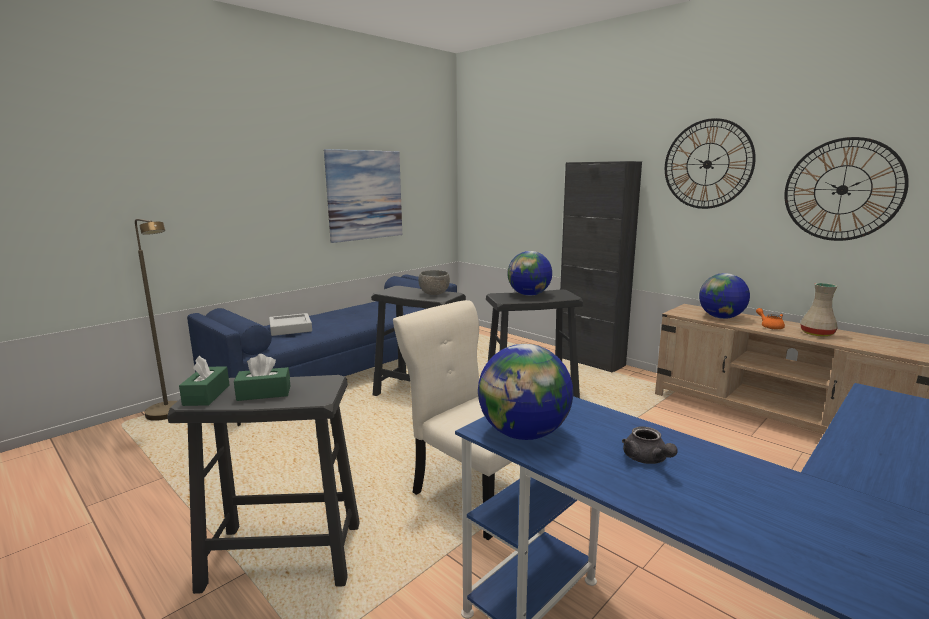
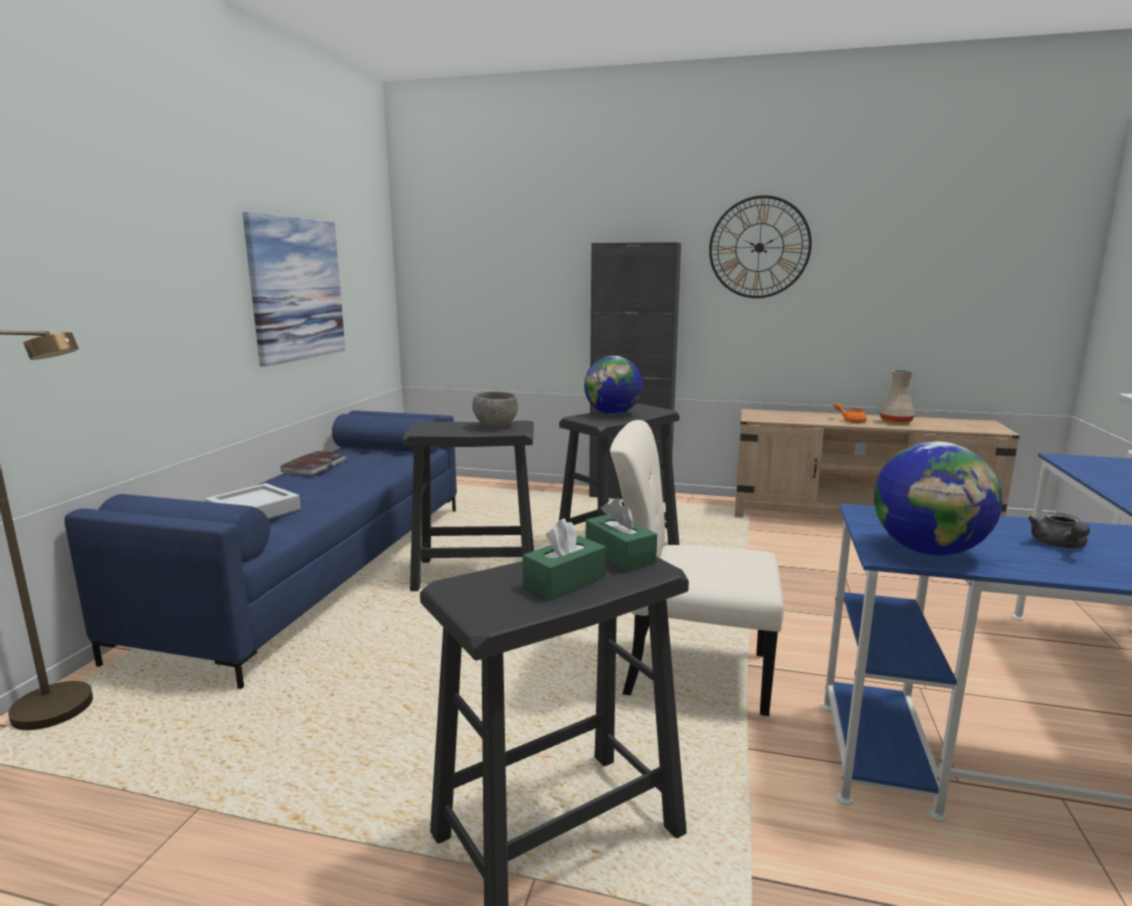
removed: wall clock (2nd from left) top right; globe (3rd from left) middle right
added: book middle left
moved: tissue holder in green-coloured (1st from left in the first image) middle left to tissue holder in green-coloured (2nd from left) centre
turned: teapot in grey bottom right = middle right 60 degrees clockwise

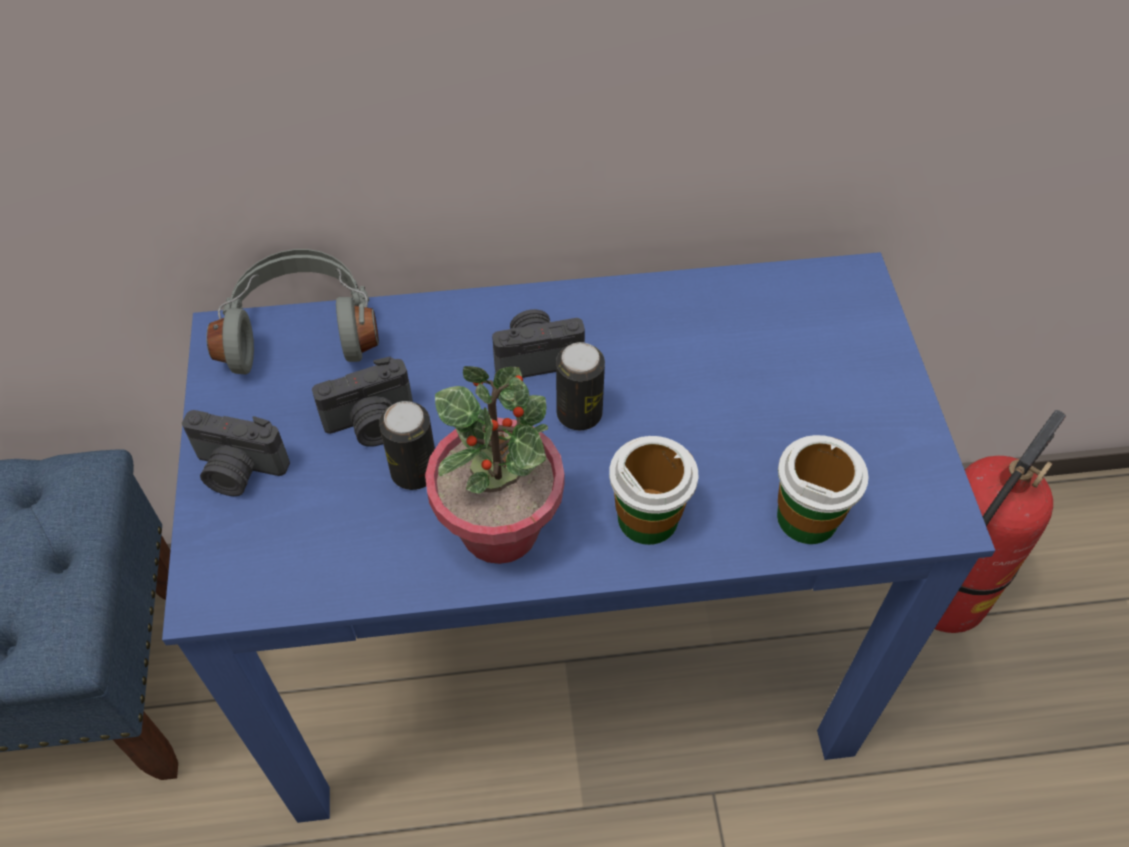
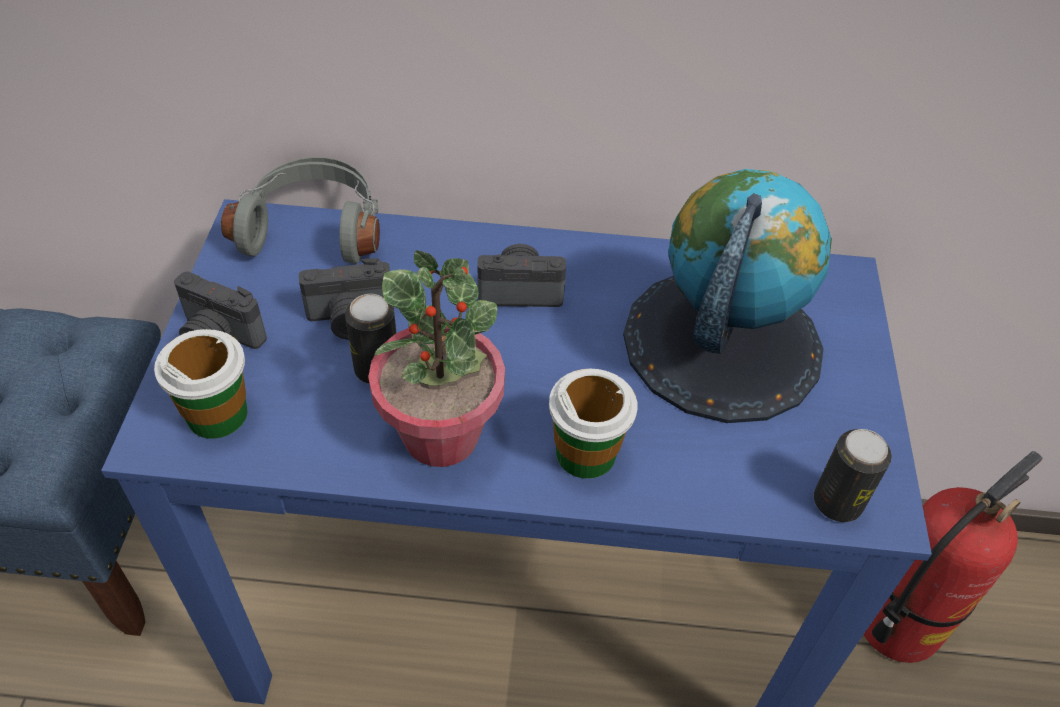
added: globe middle right
moved: metal can (2nd from left) centre to bottom right; cup (2nd from left in the first image) middle right to cup (1st from left) middle left

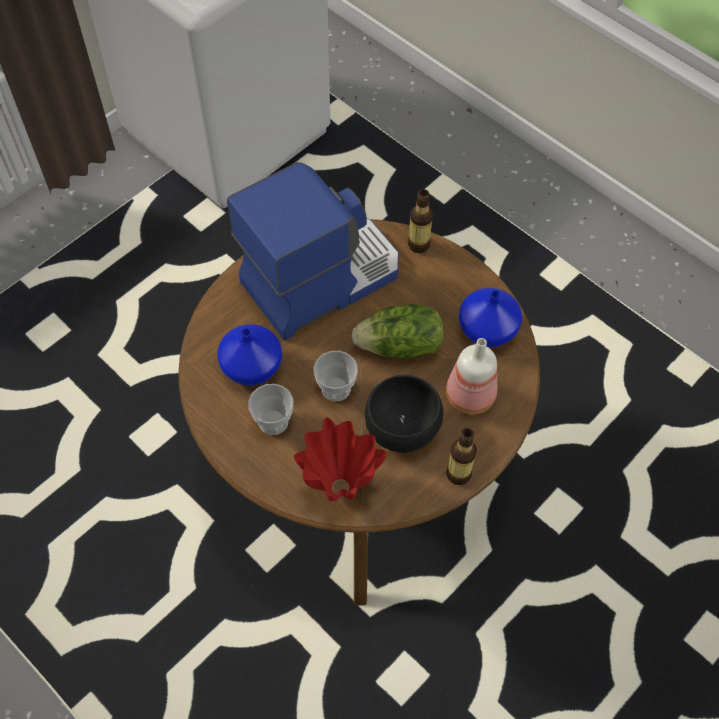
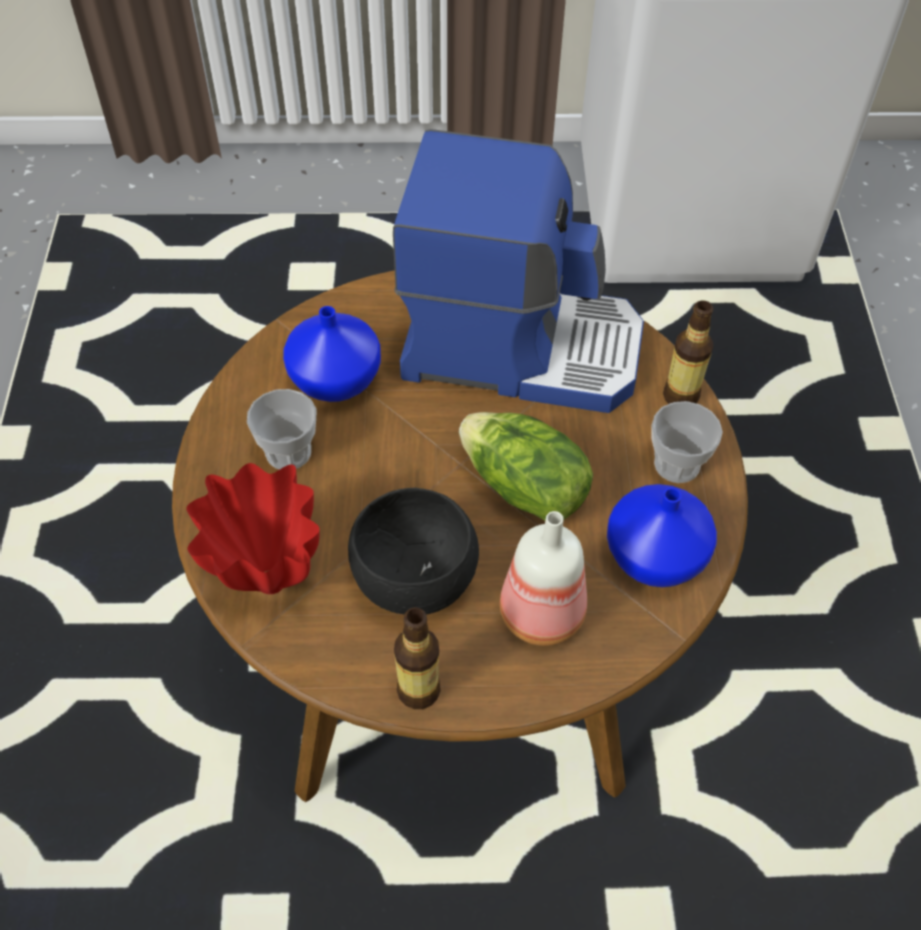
moved: cup (2nd from left) centre to middle right

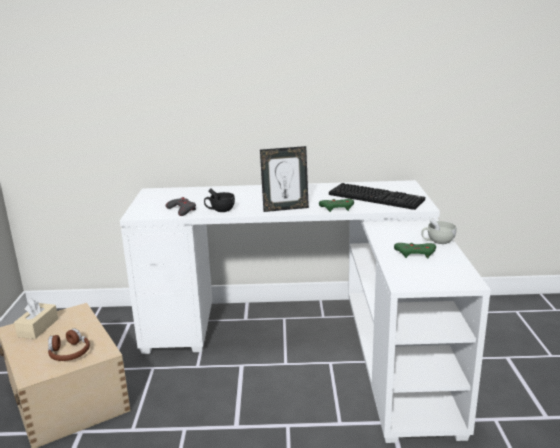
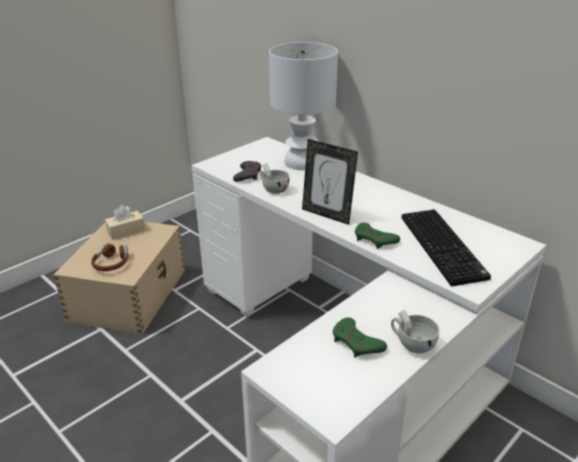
added: table lamp in whitish top centre
recoloured: cup in blackish centre to cup in whitish (1st from left) centre

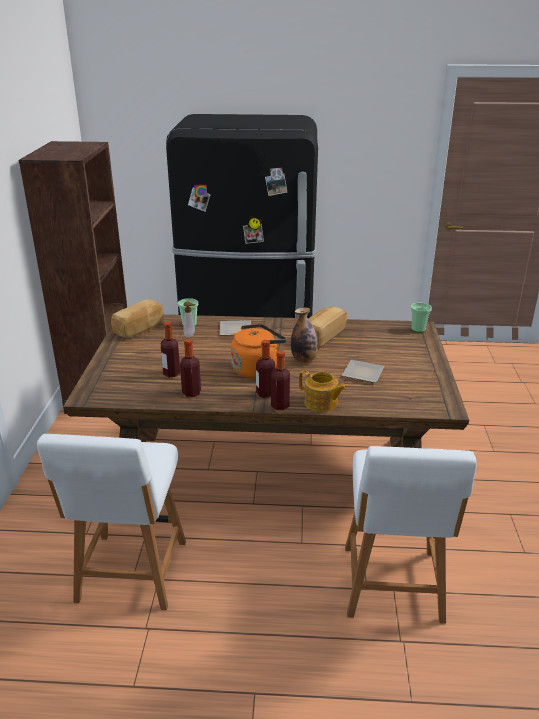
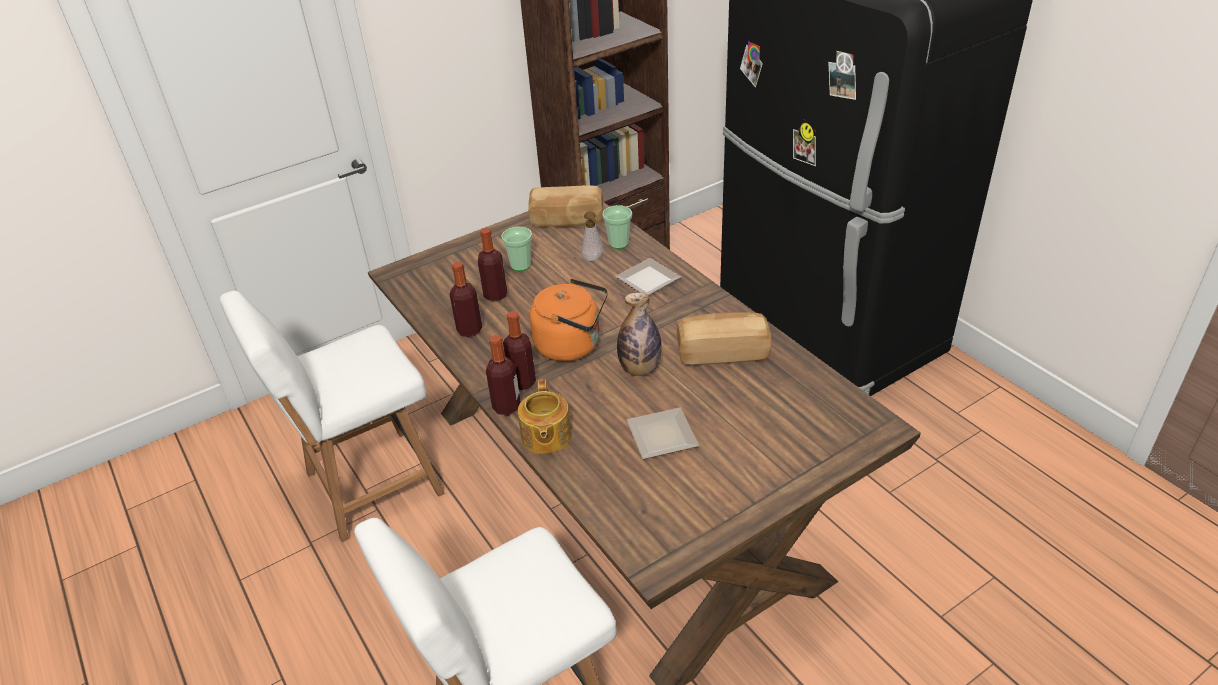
moved: cup (2nd from left in the first image) middle right to cup (1st from left) centre

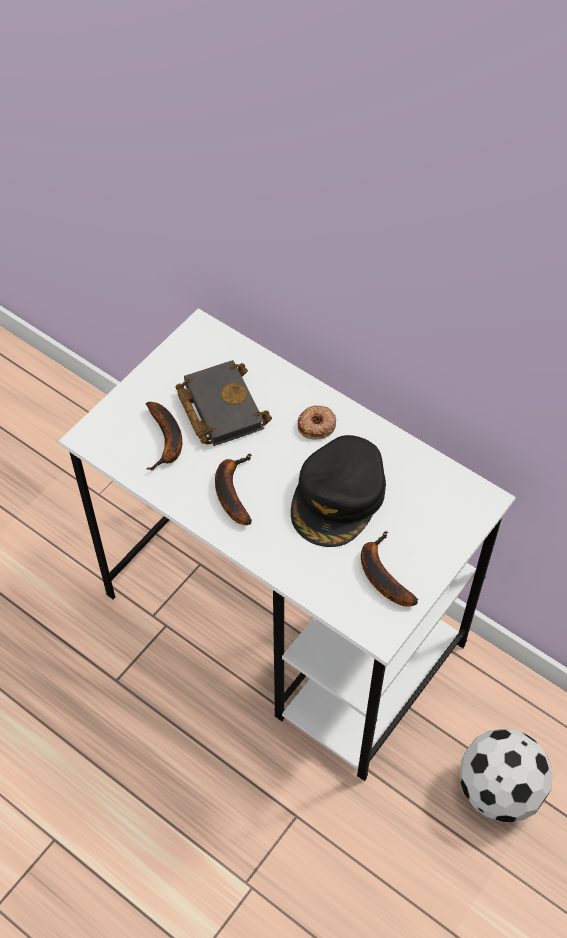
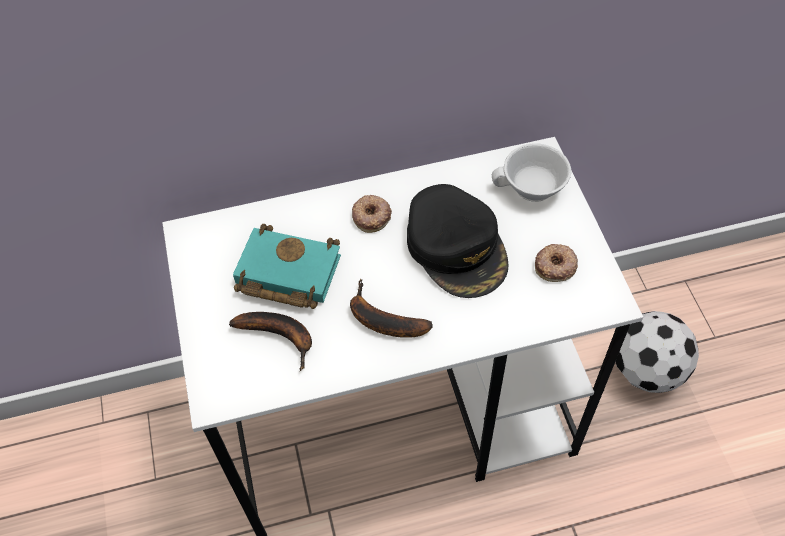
added: cup in whitish top right
replaced: banana (3rd from left) middle right to doughnut (2nd from left) middle right
recoloured: book in blackish centre to book in turquoise centre

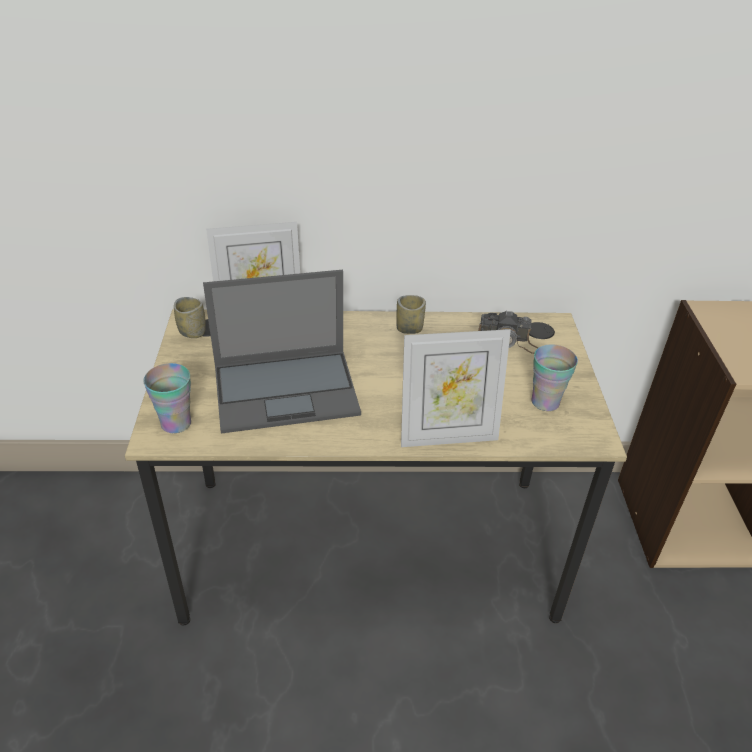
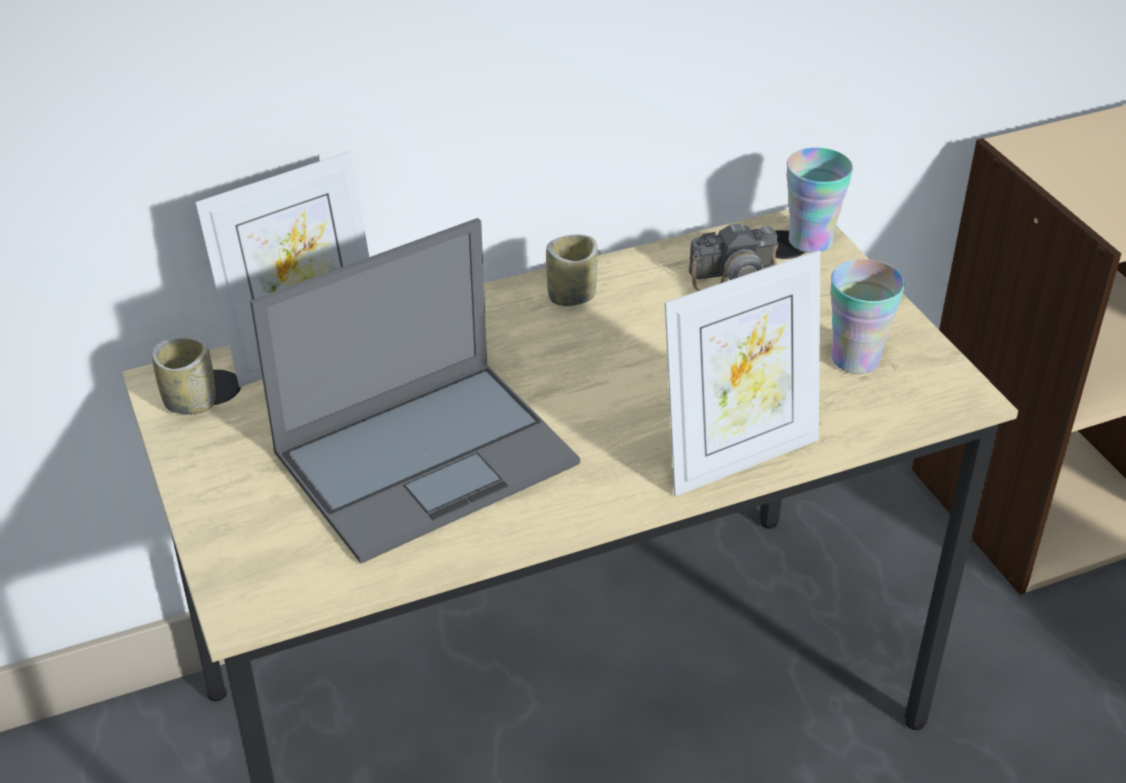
moved: cup (1st from left in the first image) middle left to cup (3rd from left) top right

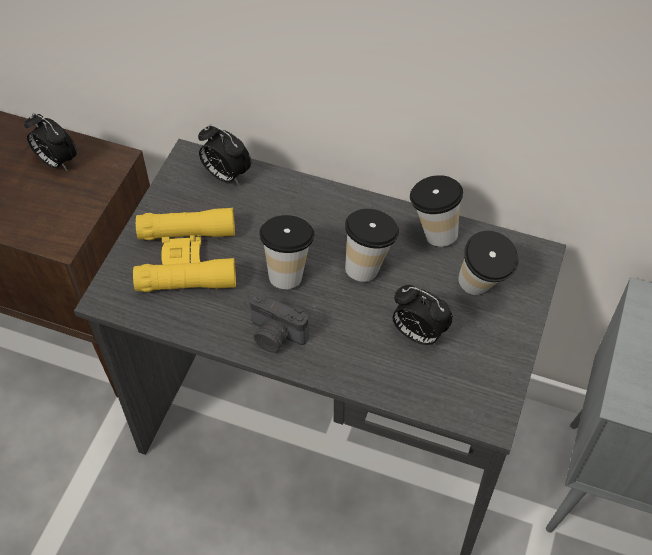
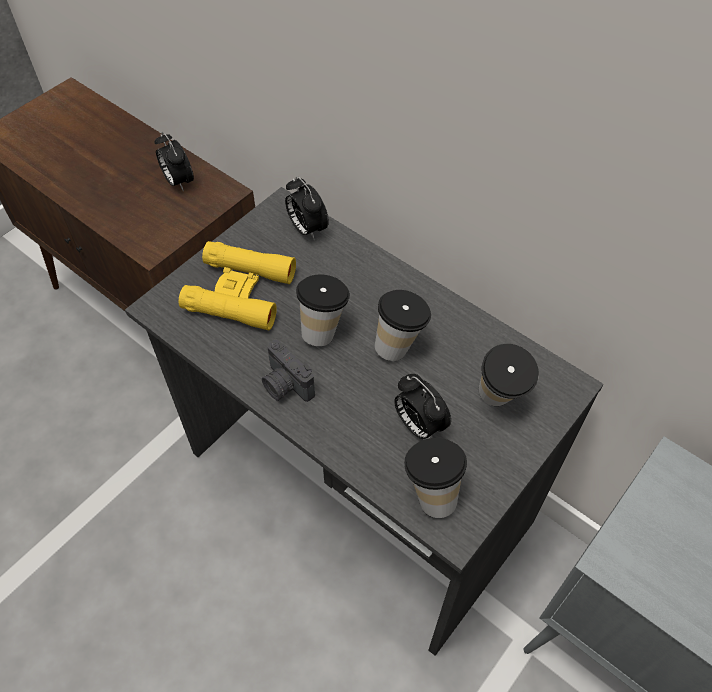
moved: cup (3rd from left) middle right to bottom centre

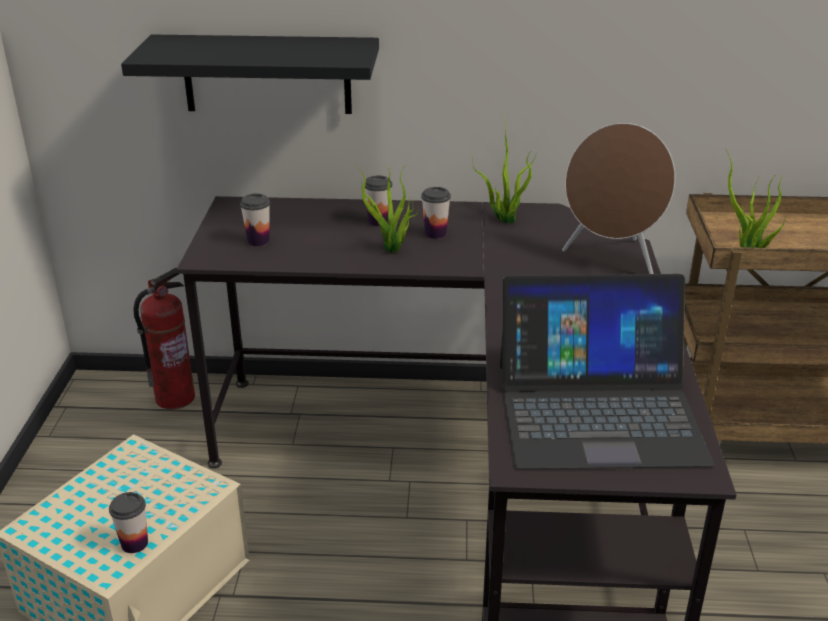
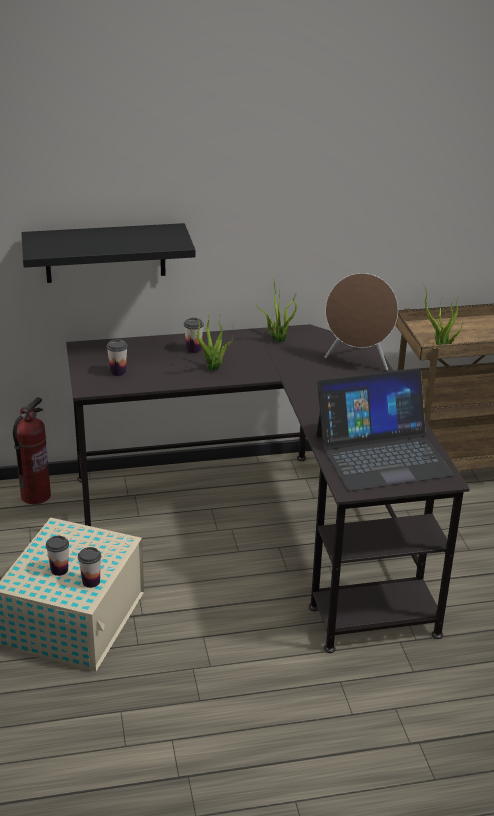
moved: cup (4th from left in the first image) centre to cup (1st from left) bottom left

